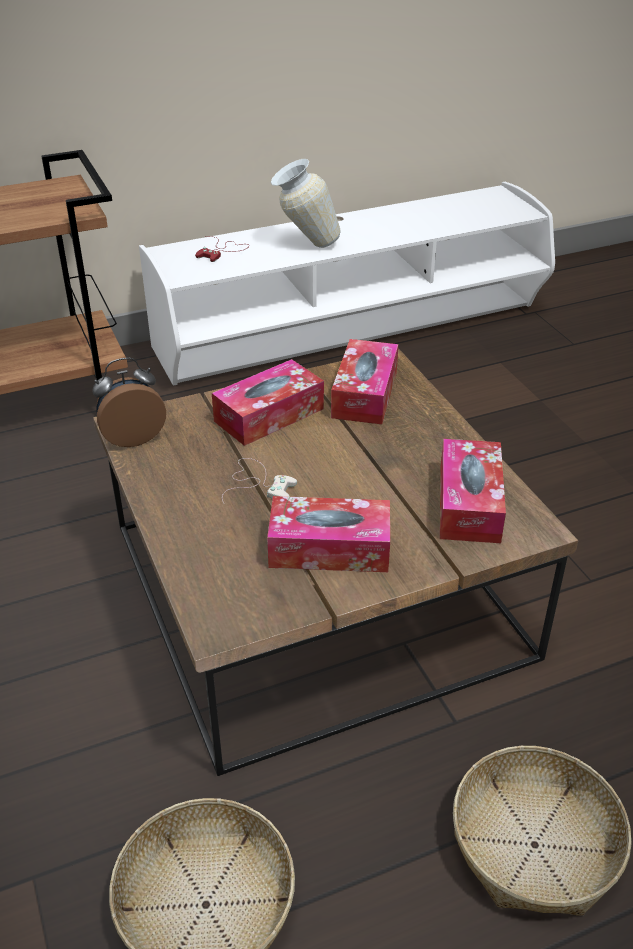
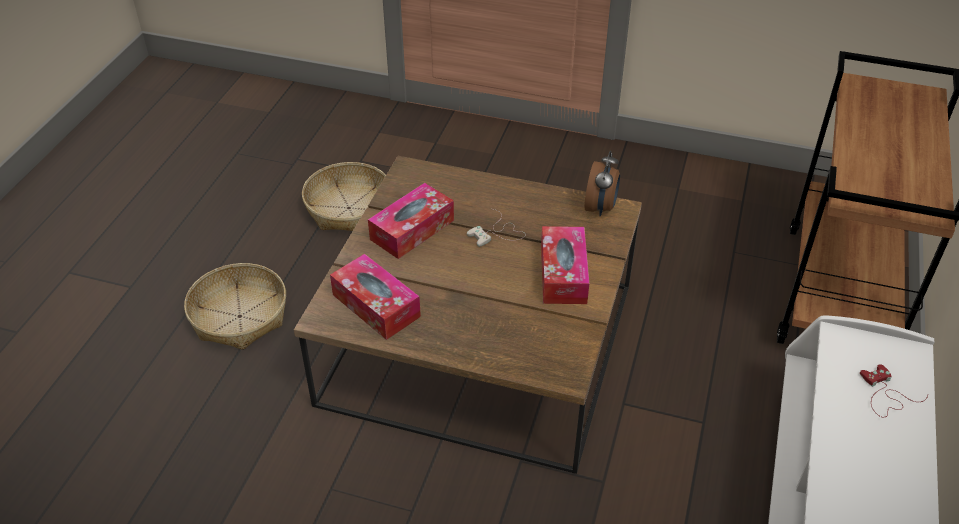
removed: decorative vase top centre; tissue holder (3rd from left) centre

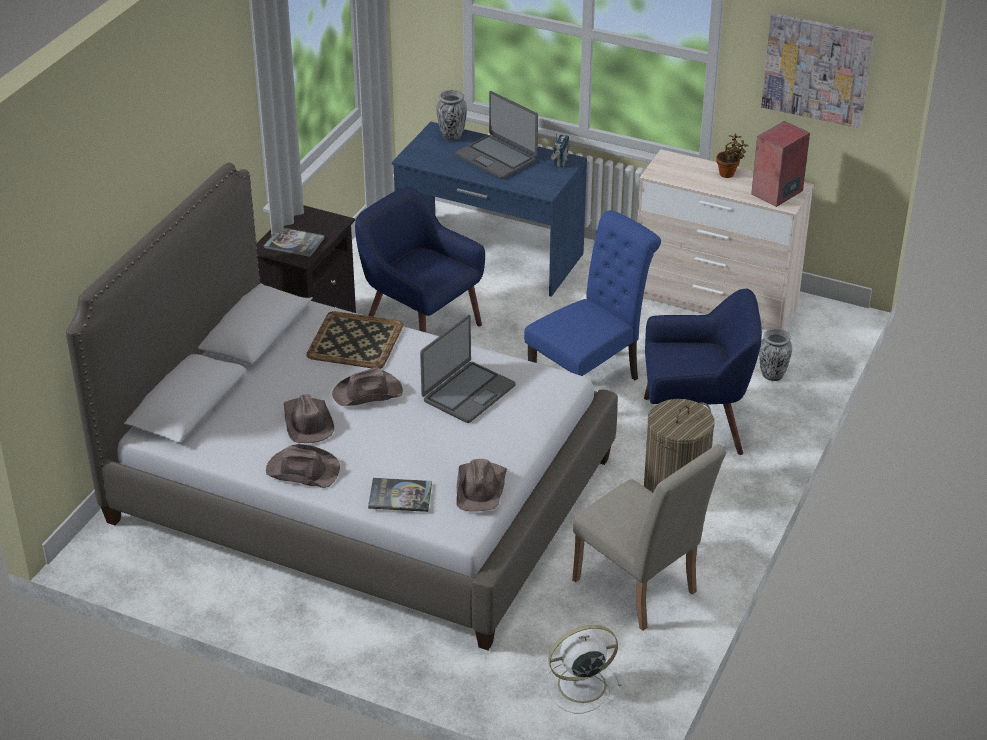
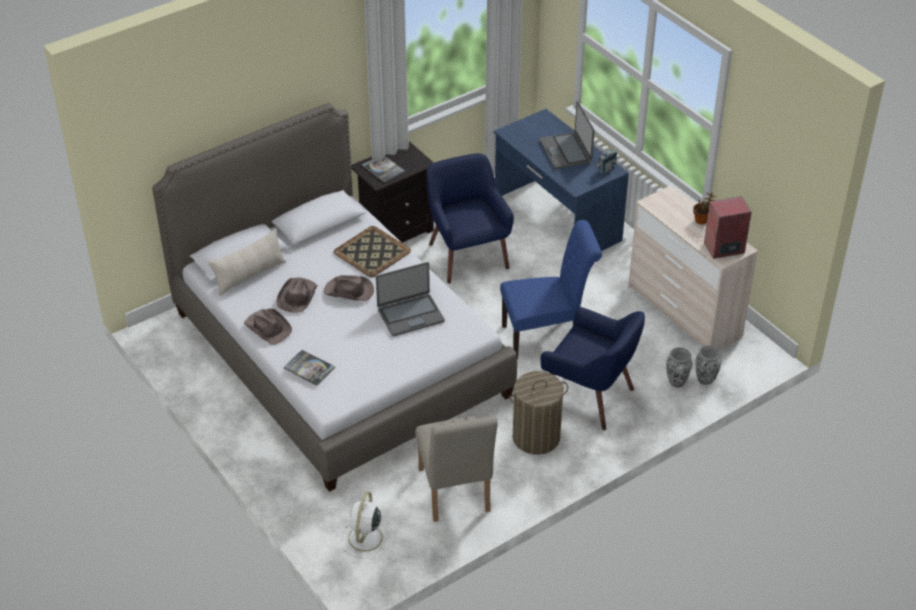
removed: wall art top right; clothing hat in brown (4th from left) centre
added: throw pillow in beige-coloured middle left
moved: decorative vase (1st from left in the first image) top centre to decorative vase (2nd from left) middle right
turned: cooling fan in whitish bottom centre = bottom centre 90 degrees counterclockwise

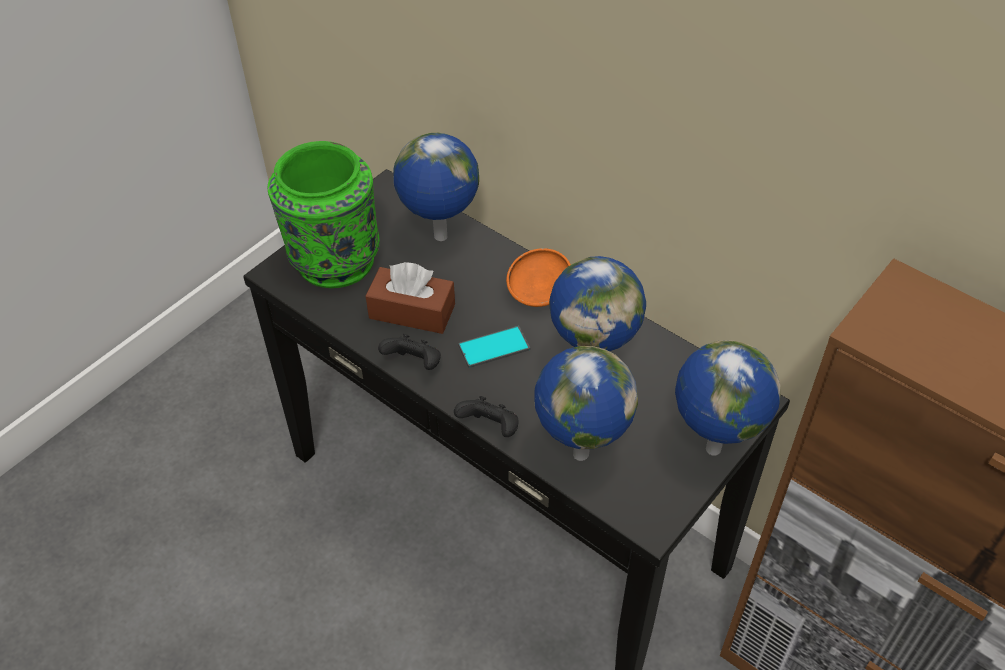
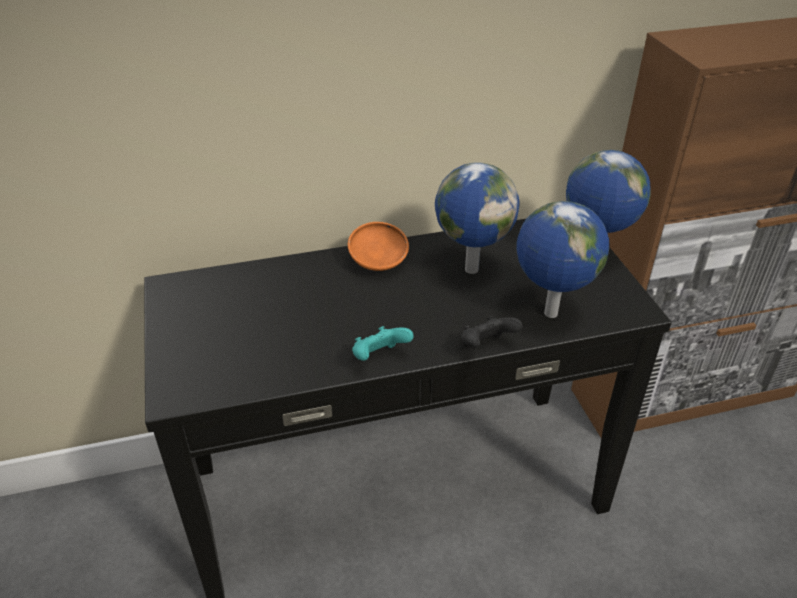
removed: globe (1st from left) top centre; decorative vase in green-coloured top left; tissue holder in brown centre; handset centre
recoloured: joypad in blackish (1st from left) centre to joypad in turquoise centre

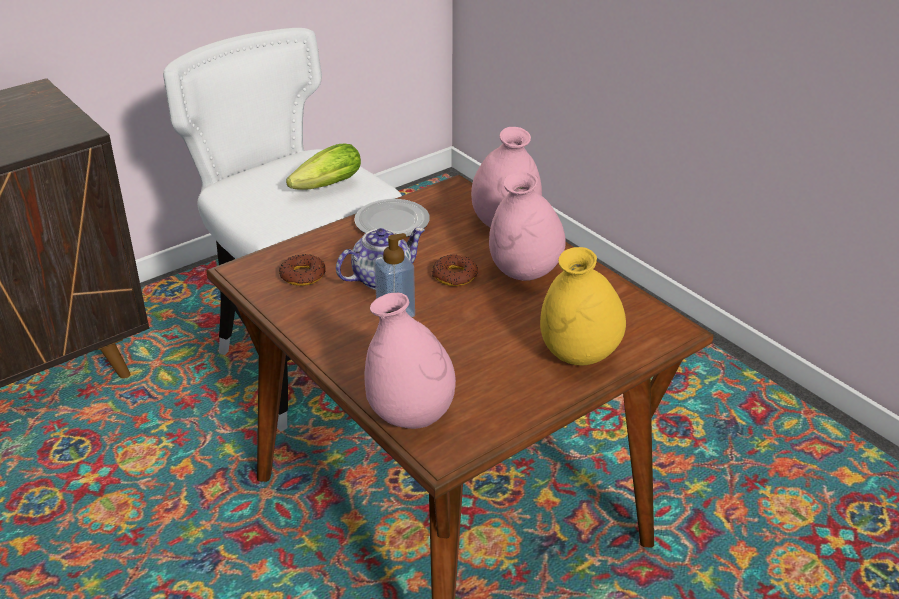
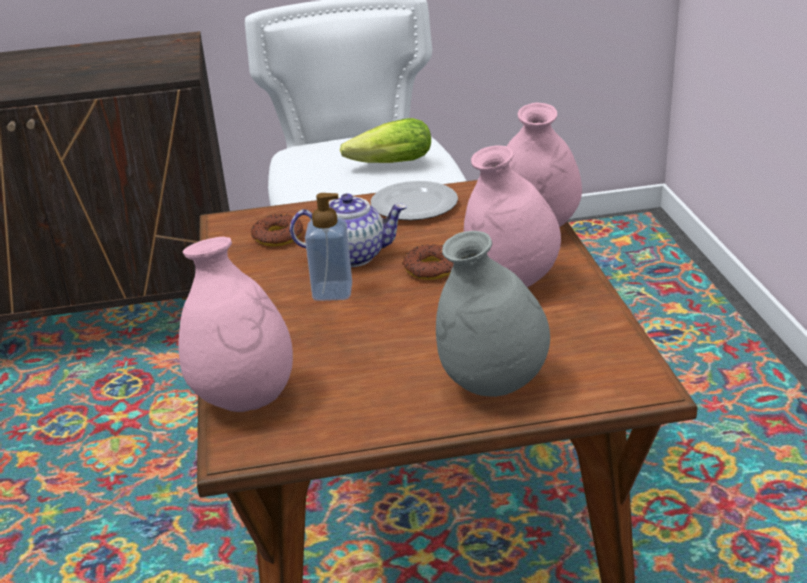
recoloured: decorative vase in yellow centre to decorative vase in grey centre

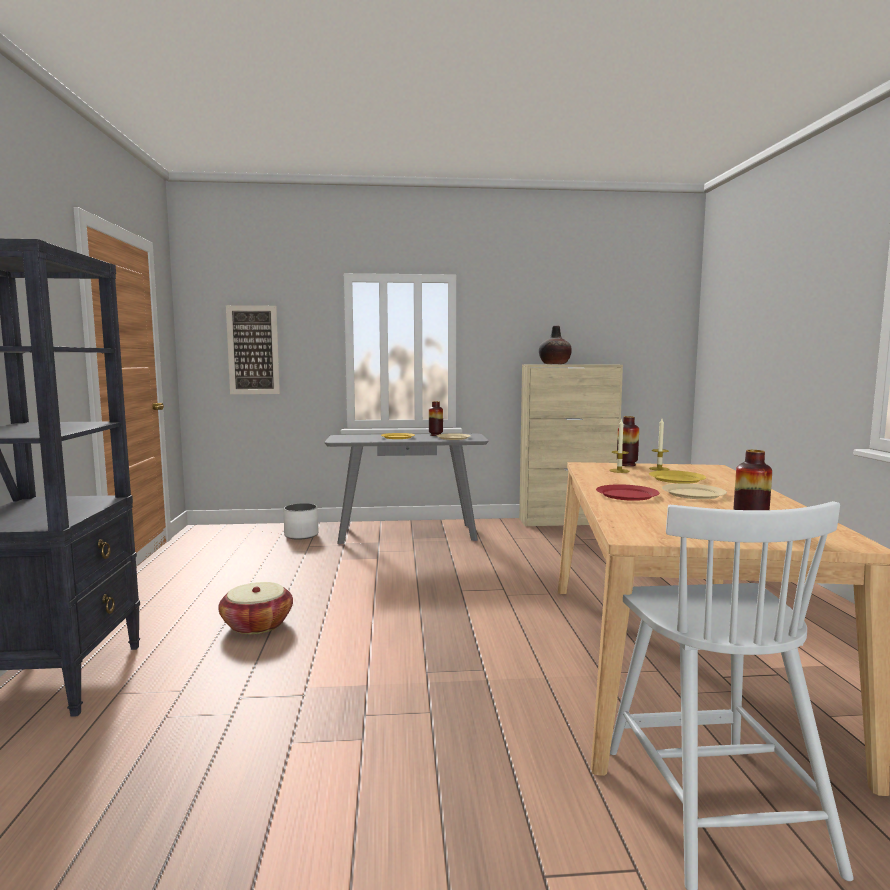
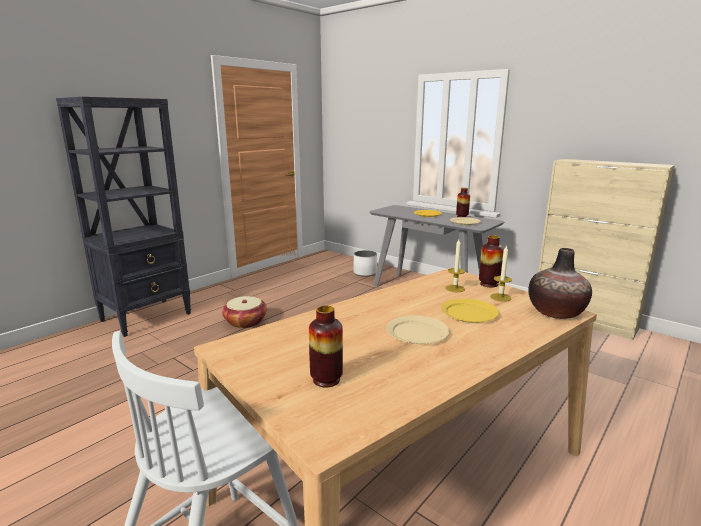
removed: wall art middle left; dinner plate in red-coloured middle right
moved: decorative vase (2nd from left in the first image) centre to decorative vase (4th from left) middle right

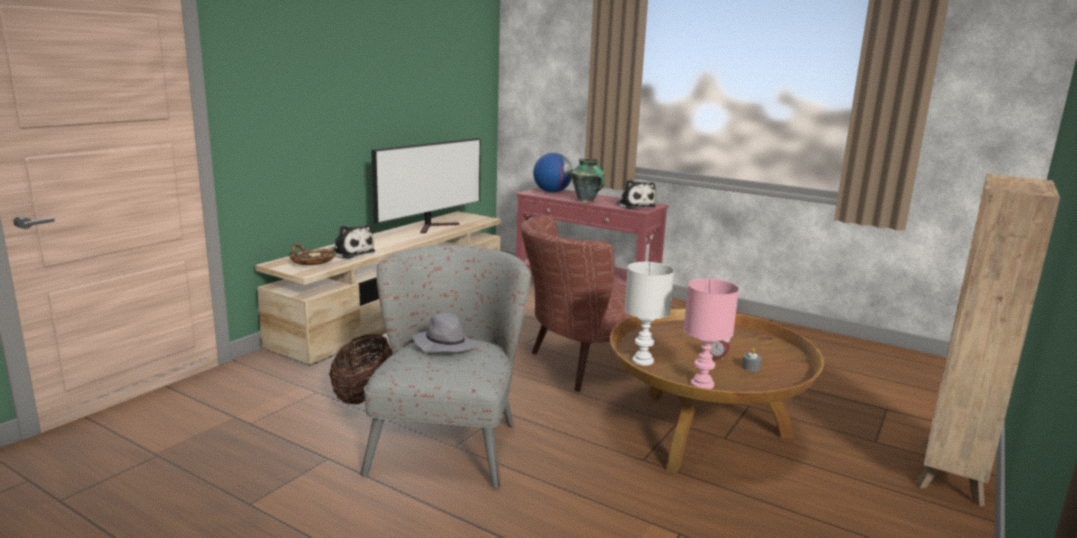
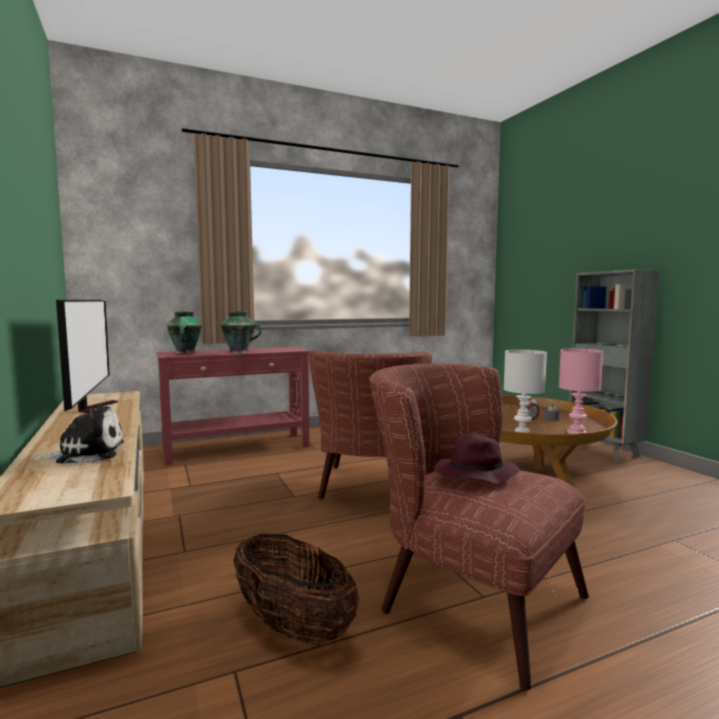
removed: soft toy (2nd from left) centre; bowl in brown middle left
replaced: globe top centre to decorative vase (1st from left) middle left
recoloured: shelving unit in brown middle right to shelving unit in grey middle right; easy chair in grey bottom centre to easy chair in brown (2nd from left) bottom centre; clothing hat in grey centre to clothing hat in purple centre

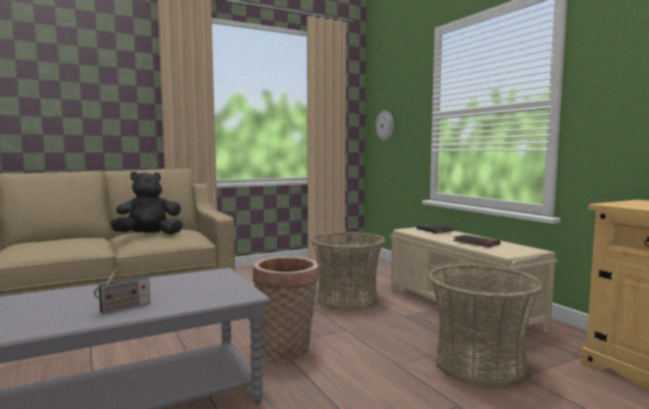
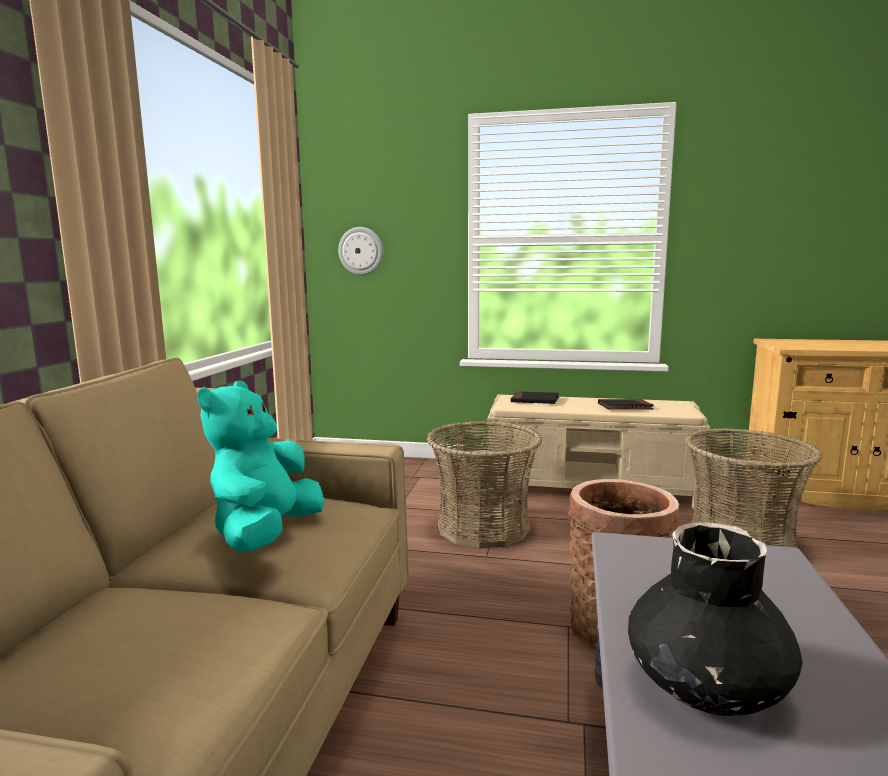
removed: radio receiver bottom left
added: decorative vase in blackish bottom right
recoloured: soft toy in blackish middle left to soft toy in turquoise middle left

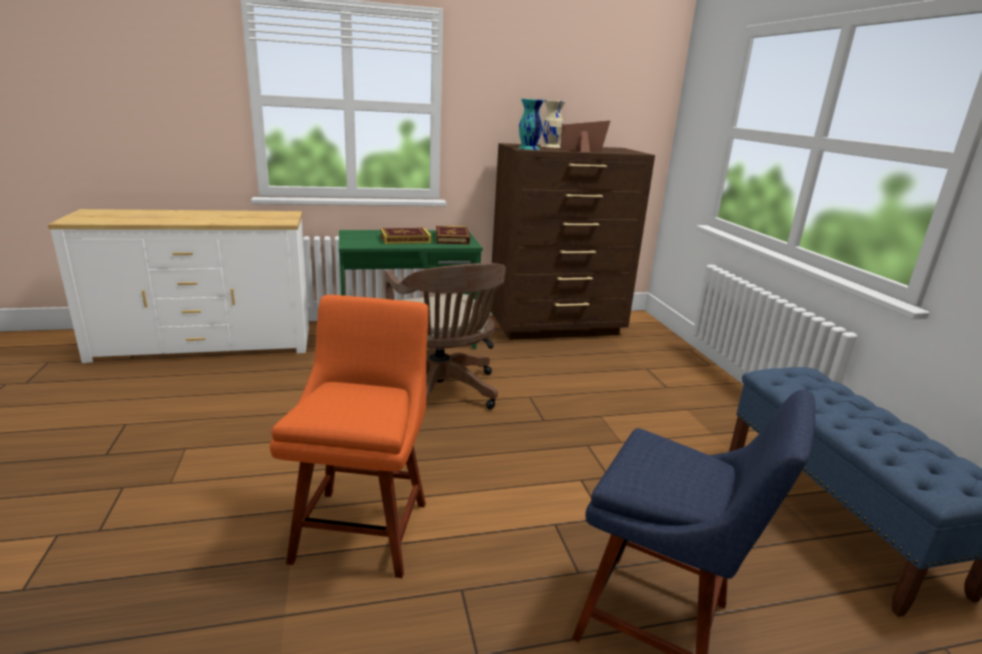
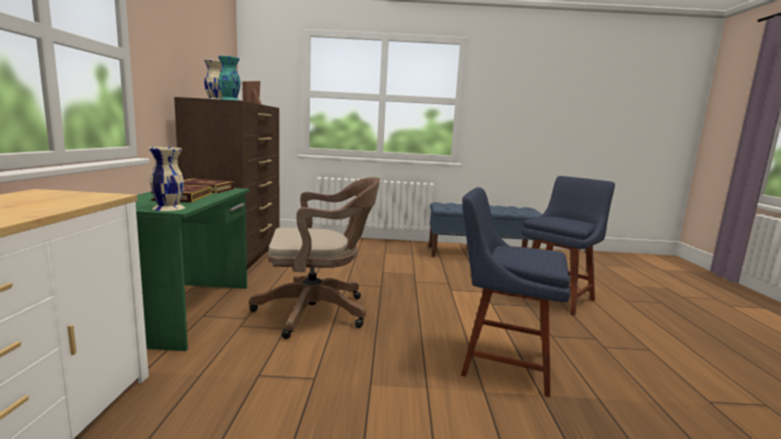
added: decorative vase in beige-coloured (1st from left) middle left
recoloured: upright chair in orangey bottom centre to upright chair in blue-coloured (1st from left) centre

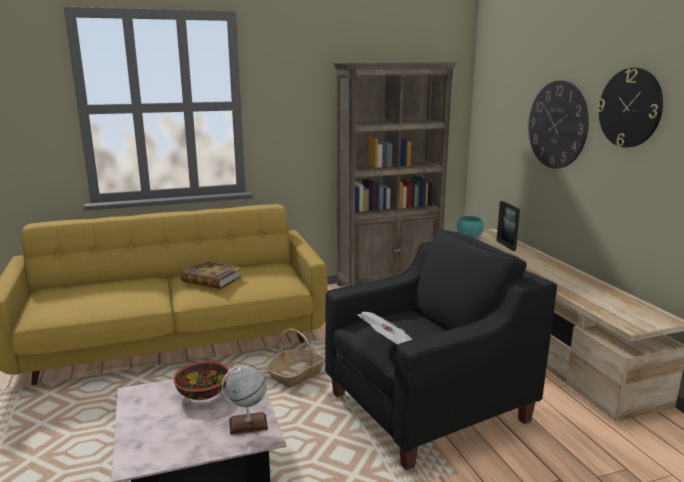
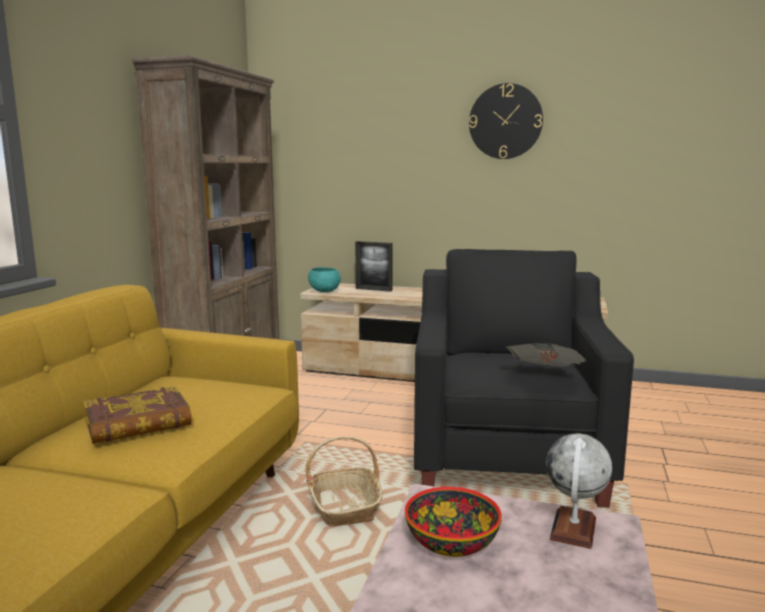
removed: wall clock (1st from left) top right

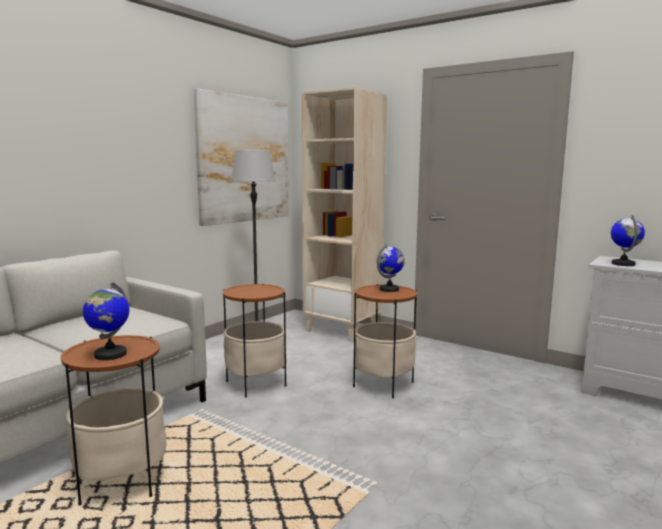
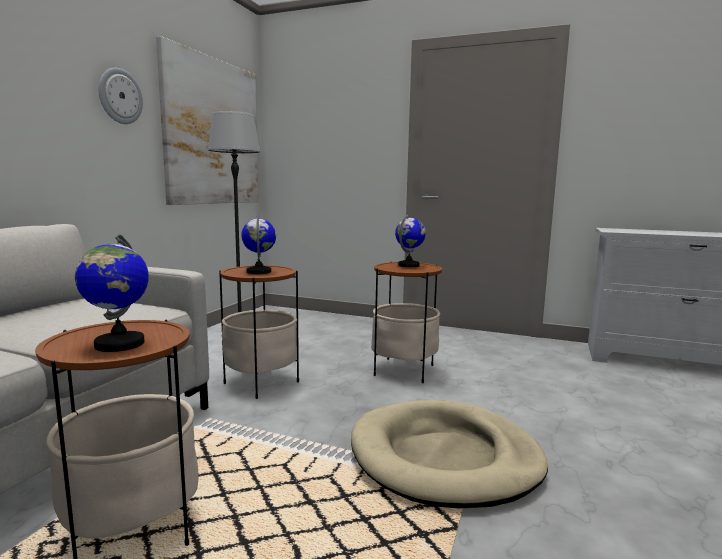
removed: shelving unit in beige-coloured centre
added: wall clock top left; pet bed in beige-coloured bottom centre
moved: globe (3rd from left in the first image) middle right to globe (2nd from left) centre

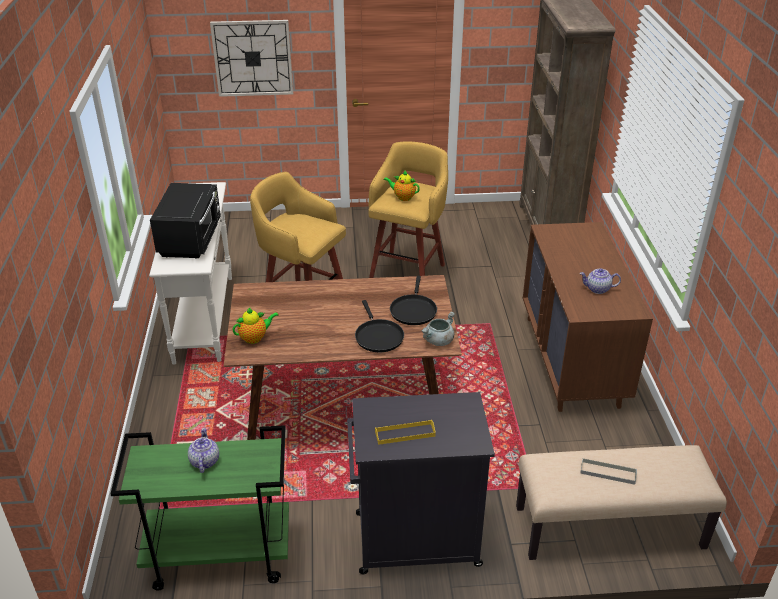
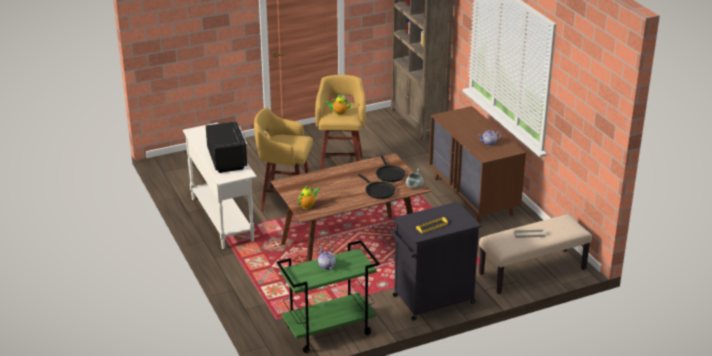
removed: wall clock top left

